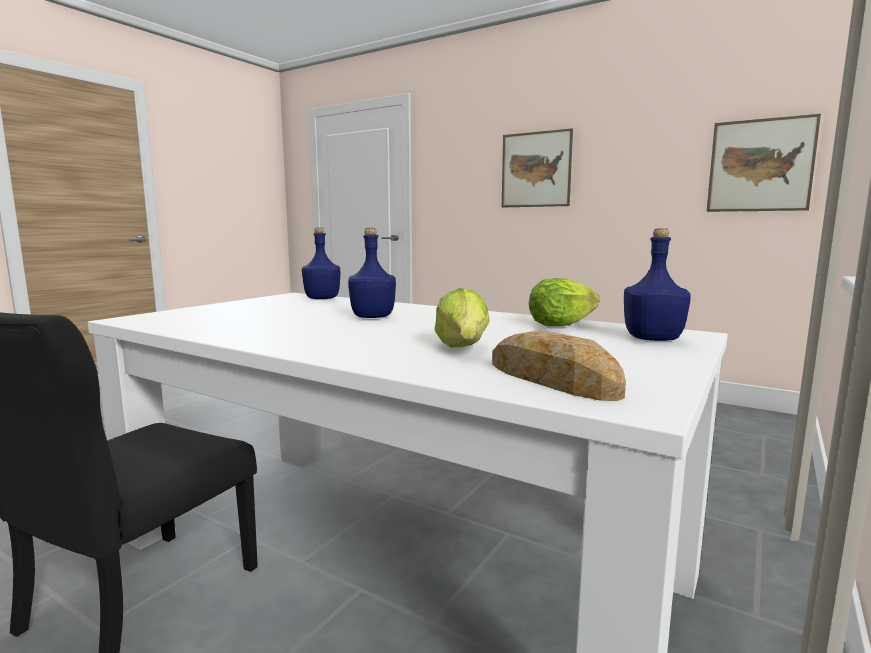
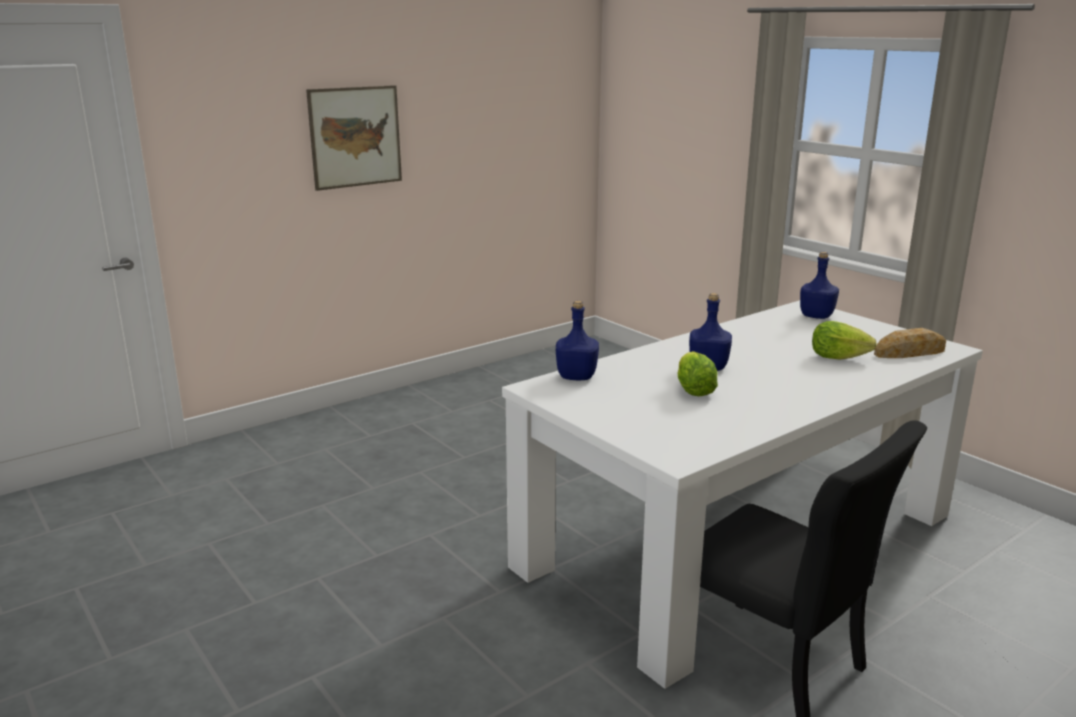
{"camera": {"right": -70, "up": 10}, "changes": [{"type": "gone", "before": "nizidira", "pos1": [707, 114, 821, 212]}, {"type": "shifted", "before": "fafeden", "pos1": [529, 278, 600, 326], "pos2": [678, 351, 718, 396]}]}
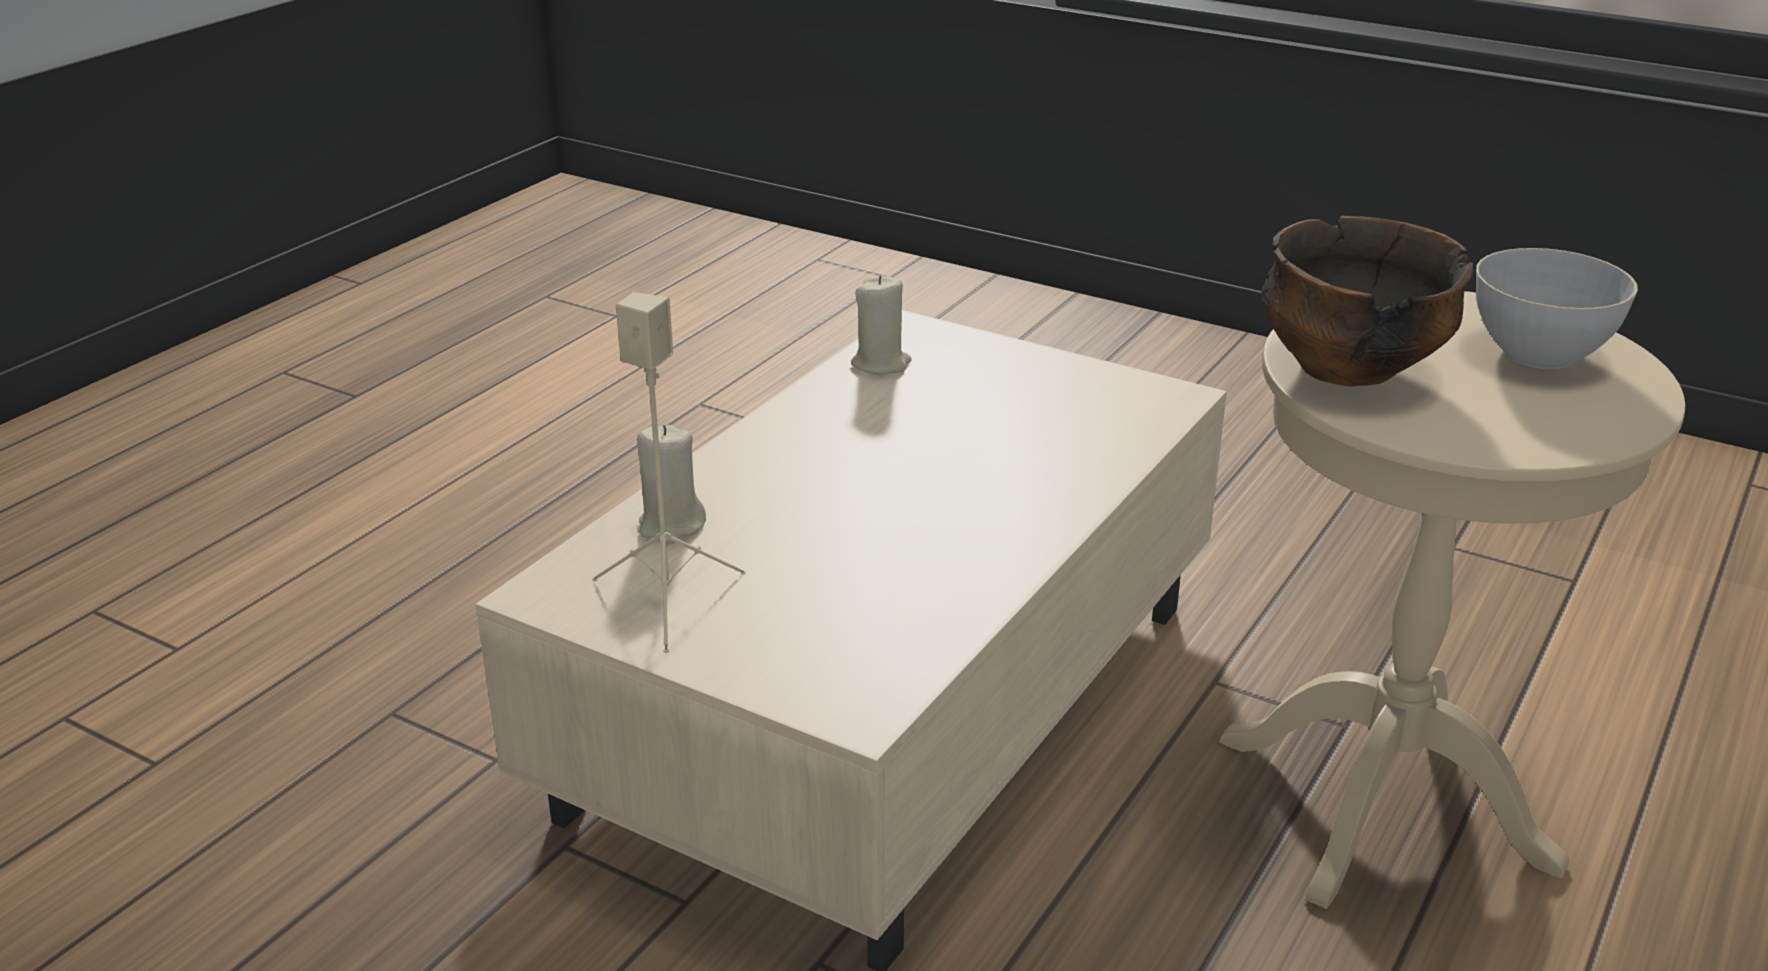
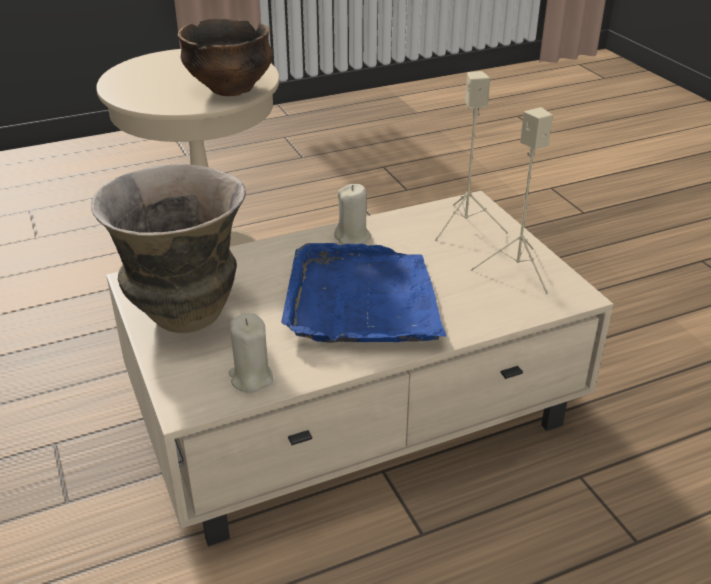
{"camera": {"right": -145, "up": 5}, "changes": [{"type": "gone", "before": "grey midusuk", "pos1": [1476, 248, 1638, 369]}, {"type": "shifted", "before": "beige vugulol", "pos1": [637, 425, 706, 545], "pos2": [334, 184, 371, 245]}, {"type": "new", "after": "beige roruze", "pos2": [435, 71, 508, 241]}, {"type": "new", "after": "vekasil", "pos2": [91, 164, 246, 333]}, {"type": "new", "after": "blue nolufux", "pos2": [281, 243, 446, 343]}]}
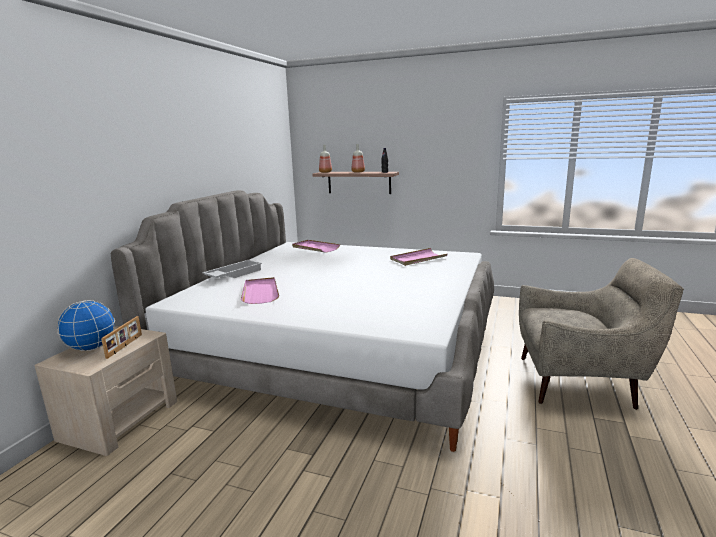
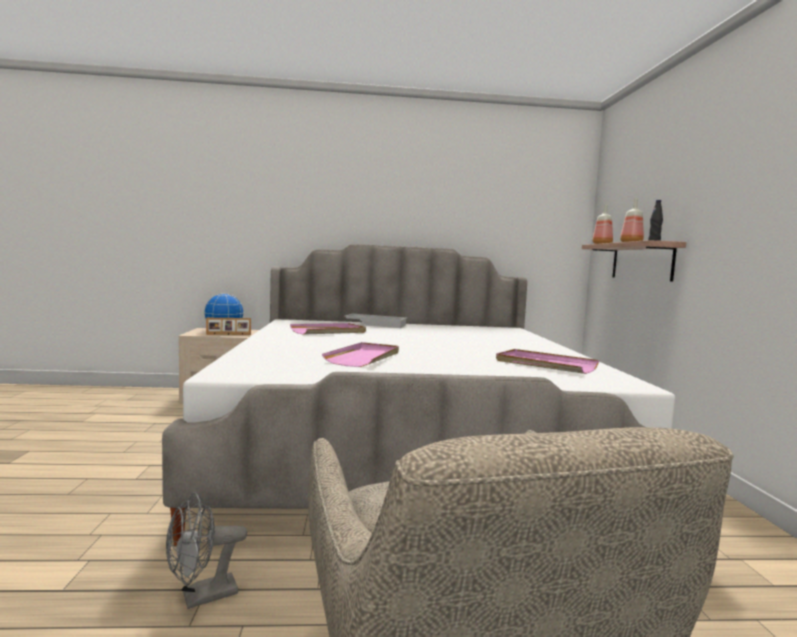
{"camera": {"right": 65, "up": -10}, "changes": [{"type": "shifted", "before": "pink nolufux", "pos1": [292, 240, 340, 253], "pos2": [322, 342, 399, 367]}, {"type": "new", "after": "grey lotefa", "pos2": [166, 493, 247, 609]}]}
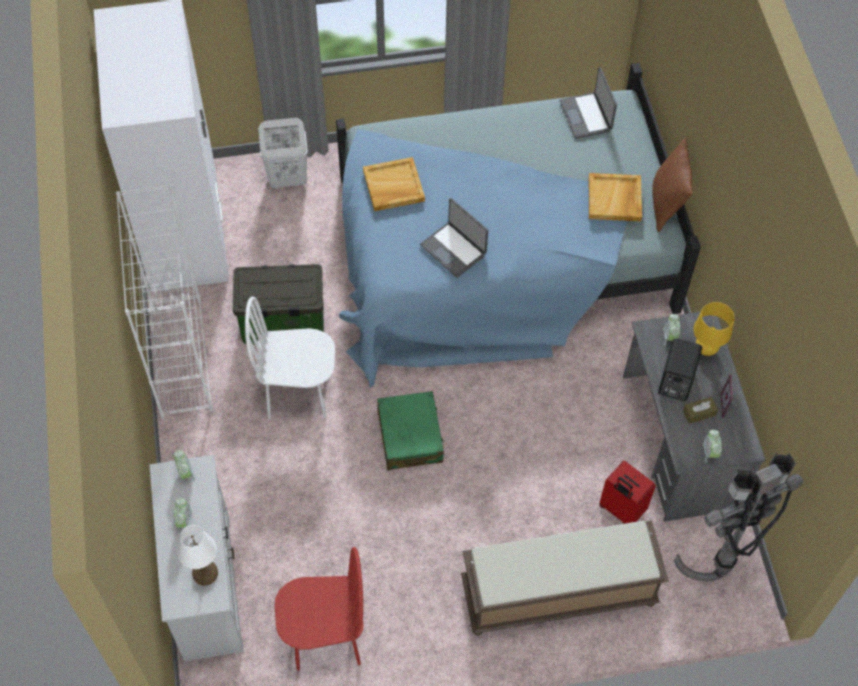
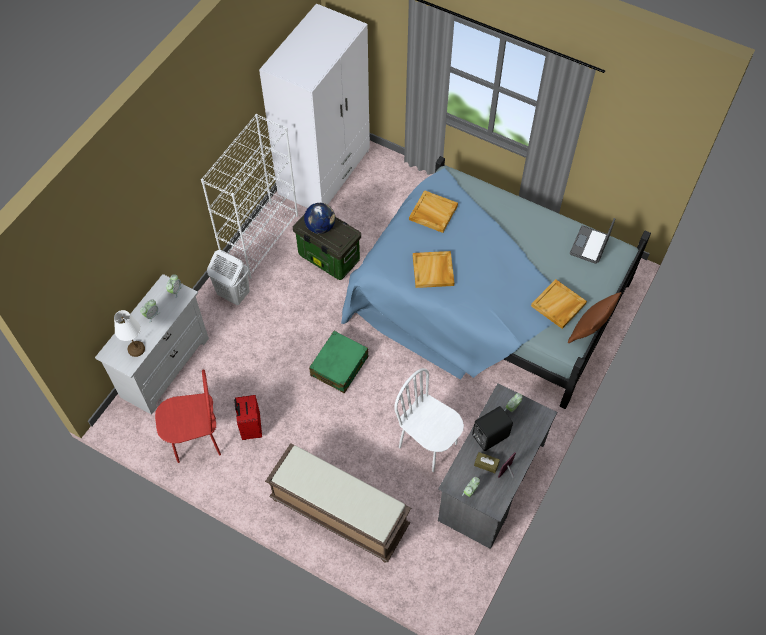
{"camera": {"right": 40, "up": 0}, "changes": [{"type": "shifted", "before": "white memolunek", "pos1": [258, 118, 308, 189], "pos2": [207, 250, 250, 305]}, {"type": "swapped", "before": "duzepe", "after": "beige nolufux", "pos1": [420, 198, 488, 278], "pos2": [413, 251, 454, 288]}, {"type": "shifted", "before": "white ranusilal", "pos1": [245, 297, 335, 419], "pos2": [394, 368, 464, 472]}, {"type": "gone", "before": "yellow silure", "pos1": [693, 302, 734, 356]}, {"type": "gone", "before": "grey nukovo", "pos1": [674, 452, 803, 581]}, {"type": "shifted", "before": "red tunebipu", "pos1": [599, 461, 656, 524], "pos2": [234, 395, 262, 440]}, {"type": "rotated", "before": "red ranusilal", "pos1": [275, 547, 363, 671], "pos2": [155, 369, 221, 463], "turn": -45}, {"type": "new", "after": "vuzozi", "pos2": [304, 203, 335, 234]}]}
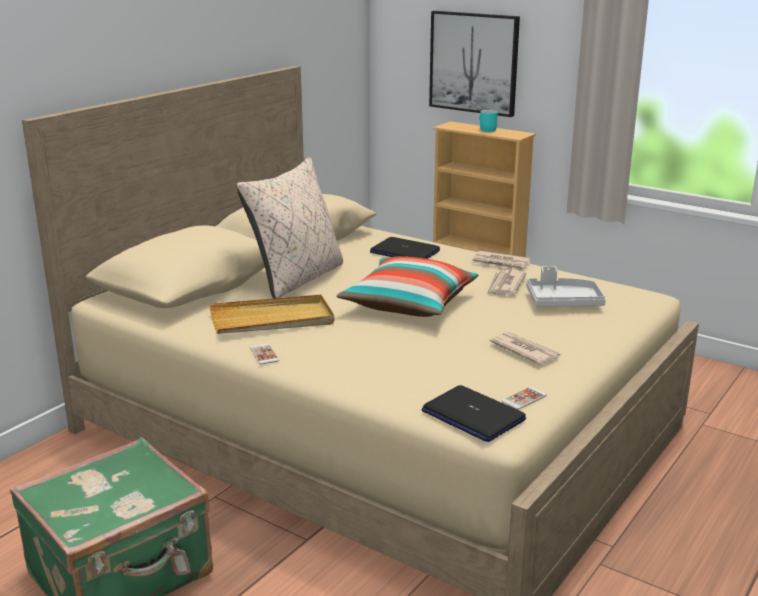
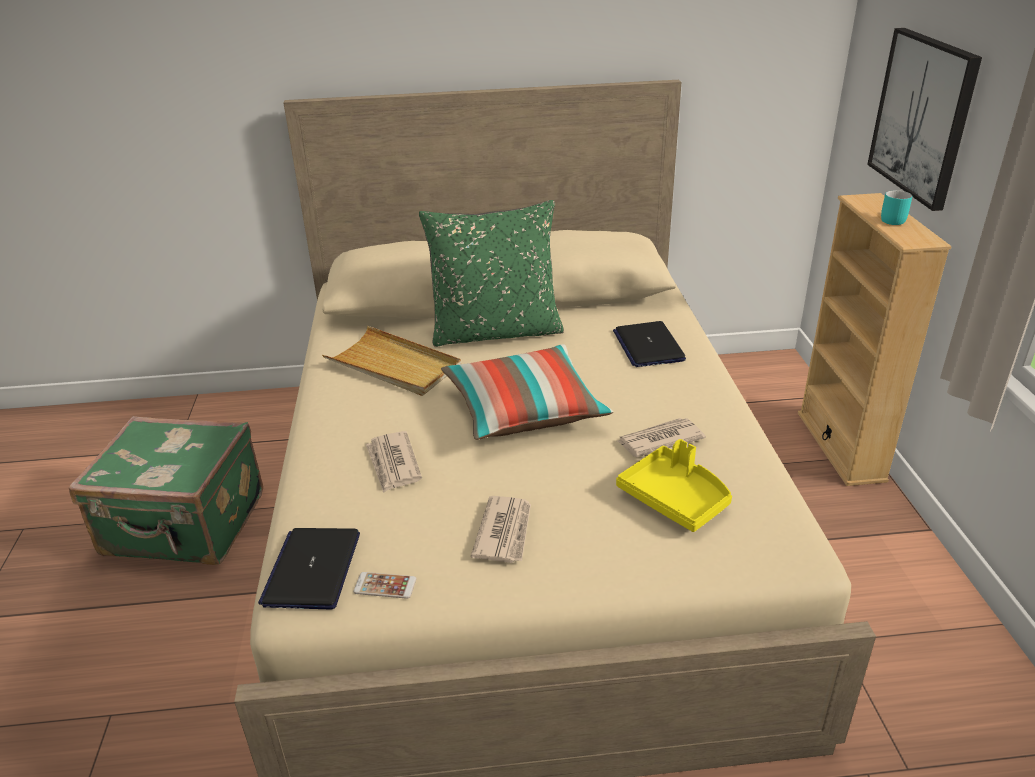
{"camera": {"right": 50, "up": 10}, "changes": [{"type": "repainted", "before": "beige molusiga", "after": "green molusiga", "pos1": [237, 157, 343, 298], "pos2": [419, 200, 564, 347]}, {"type": "shifted", "before": "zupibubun", "pos1": [472, 251, 531, 272], "pos2": [366, 431, 422, 493]}, {"type": "repainted", "before": "grey nolufux", "after": "yellow nolufux", "pos1": [526, 266, 606, 307], "pos2": [616, 439, 732, 532]}, {"type": "gone", "before": "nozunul", "pos1": [250, 343, 279, 364]}]}
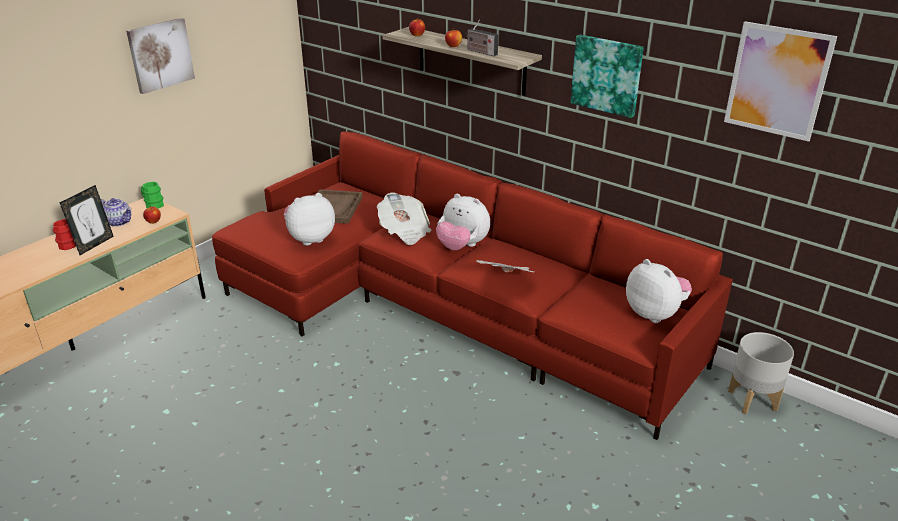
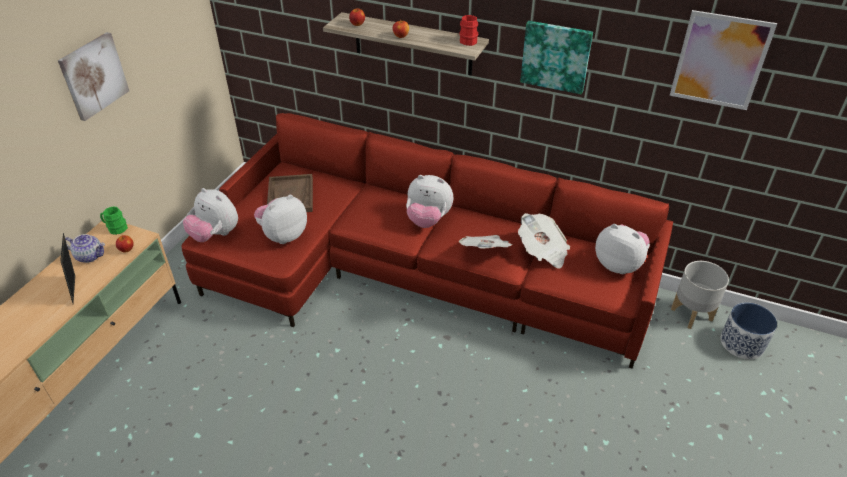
{"camera": {"right": -15, "up": 10}, "changes": [{"type": "gone", "before": "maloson", "pos1": [466, 20, 498, 56]}, {"type": "rotated", "before": "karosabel", "pos1": [59, 185, 114, 255], "pos2": [60, 233, 75, 303], "turn": 150}, {"type": "shifted", "before": "zupibubun", "pos1": [377, 192, 432, 245], "pos2": [518, 213, 570, 269]}, {"type": "shifted", "before": "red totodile", "pos1": [53, 219, 76, 250], "pos2": [459, 15, 478, 46]}, {"type": "new", "after": "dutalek", "pos2": [183, 188, 238, 242]}, {"type": "new", "after": "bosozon", "pos2": [720, 302, 777, 359]}]}
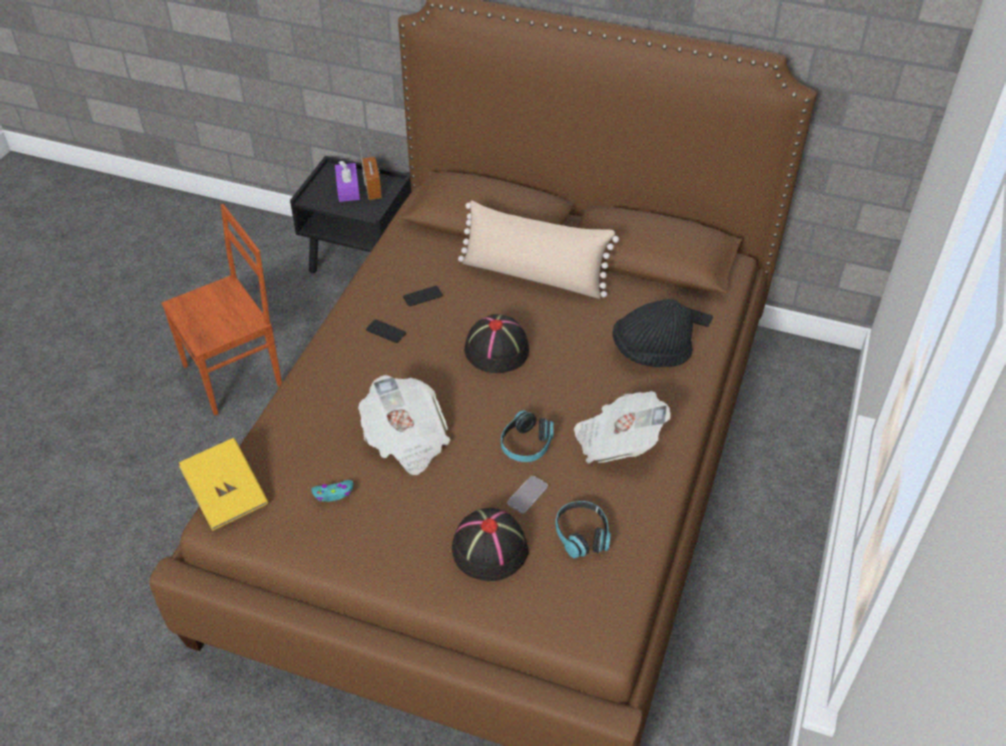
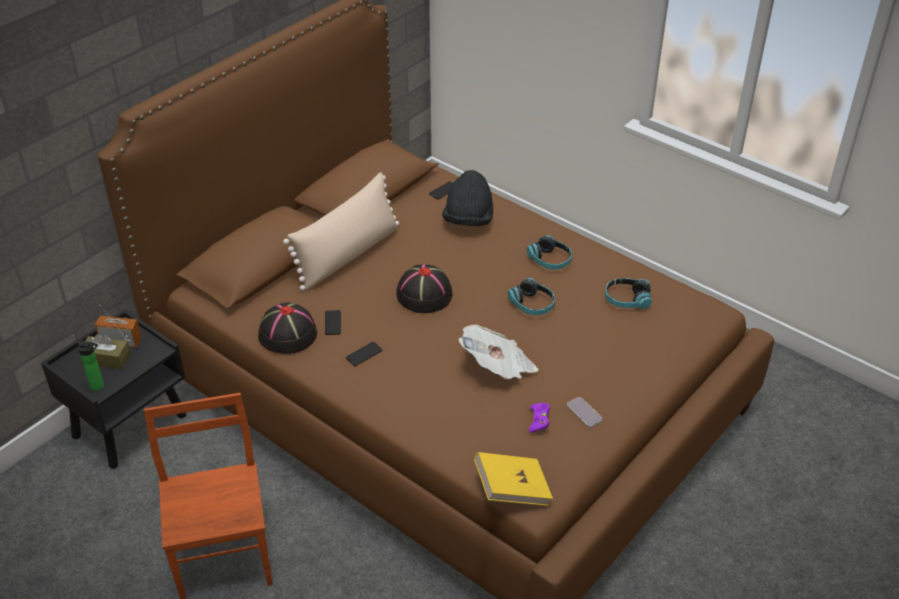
{"camera": {"right": -70, "up": -5}, "changes": [{"type": "repainted", "before": "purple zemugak", "after": "brown zemugak", "pos1": [335, 161, 360, 202], "pos2": [79, 334, 131, 370]}, {"type": "swapped", "before": "zupibubun", "after": "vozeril", "pos1": [574, 391, 671, 463], "pos2": [527, 235, 572, 269]}, {"type": "shifted", "before": "nozunul", "pos1": [507, 476, 548, 514], "pos2": [567, 397, 603, 427]}, {"type": "repainted", "before": "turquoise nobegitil", "after": "purple nobegitil", "pos1": [311, 480, 353, 502], "pos2": [529, 403, 550, 433]}, {"type": "shifted", "before": "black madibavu", "pos1": [452, 507, 529, 581], "pos2": [258, 302, 317, 354]}, {"type": "new", "after": "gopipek", "pos2": [77, 340, 104, 391]}]}
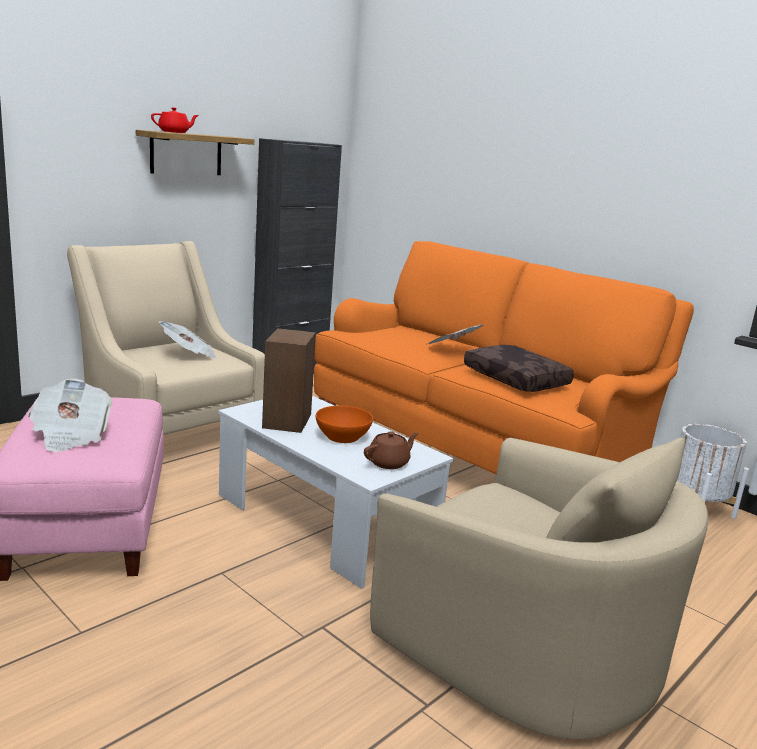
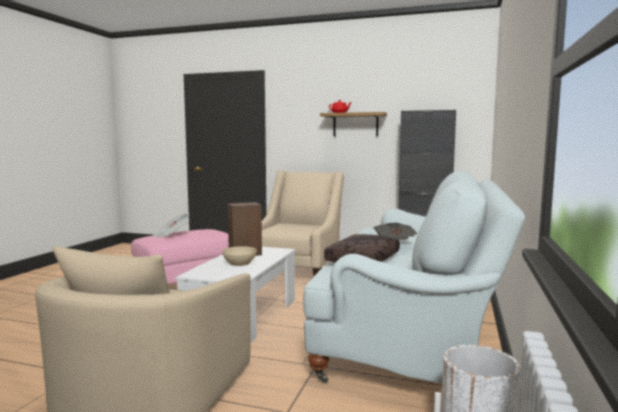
{"camera": {"right": 65, "up": -10}, "changes": [{"type": "repainted", "before": "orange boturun", "after": "white boturun", "pos1": [314, 241, 694, 475], "pos2": [303, 171, 525, 383]}, {"type": "gone", "before": "zupibubun", "pos1": [159, 321, 217, 359]}, {"type": "repainted", "before": "orange midusuk", "after": "beige midusuk", "pos1": [316, 406, 373, 443], "pos2": [222, 246, 257, 266]}, {"type": "gone", "before": "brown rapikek", "pos1": [364, 431, 418, 469]}]}
